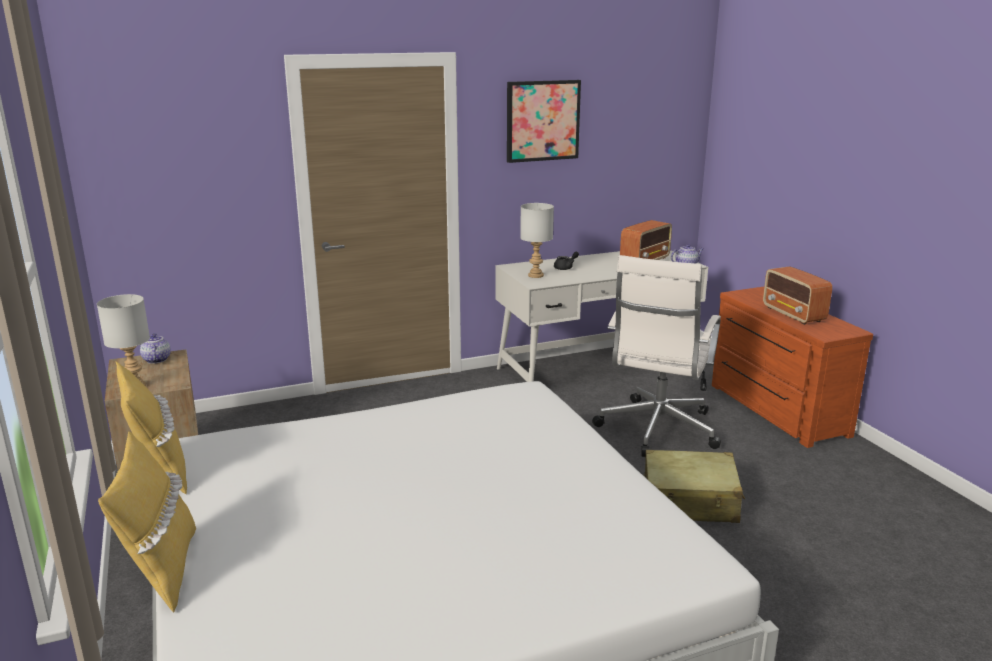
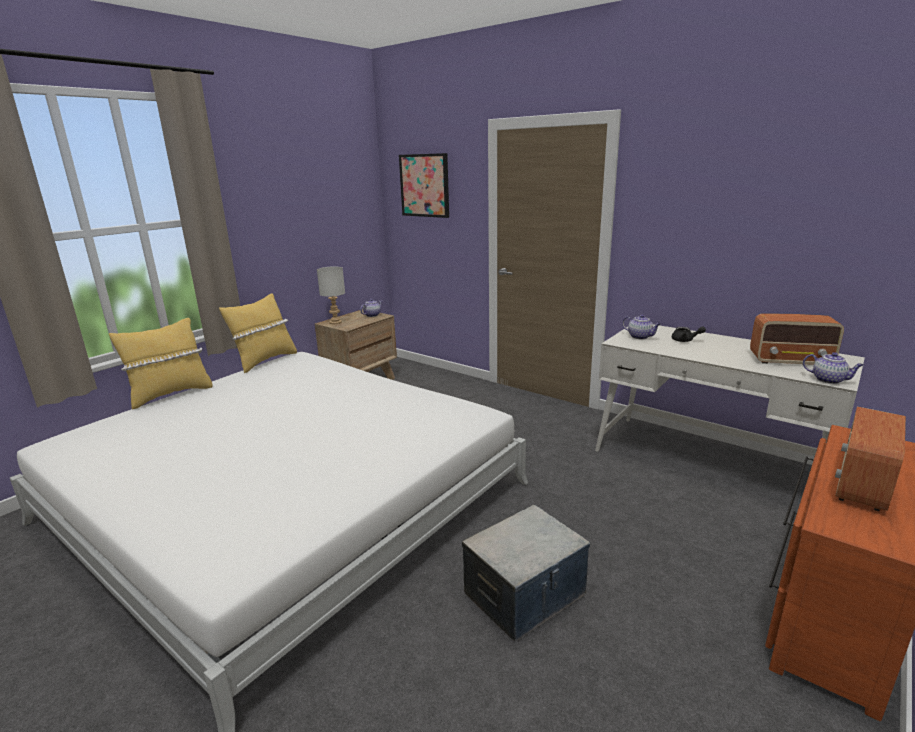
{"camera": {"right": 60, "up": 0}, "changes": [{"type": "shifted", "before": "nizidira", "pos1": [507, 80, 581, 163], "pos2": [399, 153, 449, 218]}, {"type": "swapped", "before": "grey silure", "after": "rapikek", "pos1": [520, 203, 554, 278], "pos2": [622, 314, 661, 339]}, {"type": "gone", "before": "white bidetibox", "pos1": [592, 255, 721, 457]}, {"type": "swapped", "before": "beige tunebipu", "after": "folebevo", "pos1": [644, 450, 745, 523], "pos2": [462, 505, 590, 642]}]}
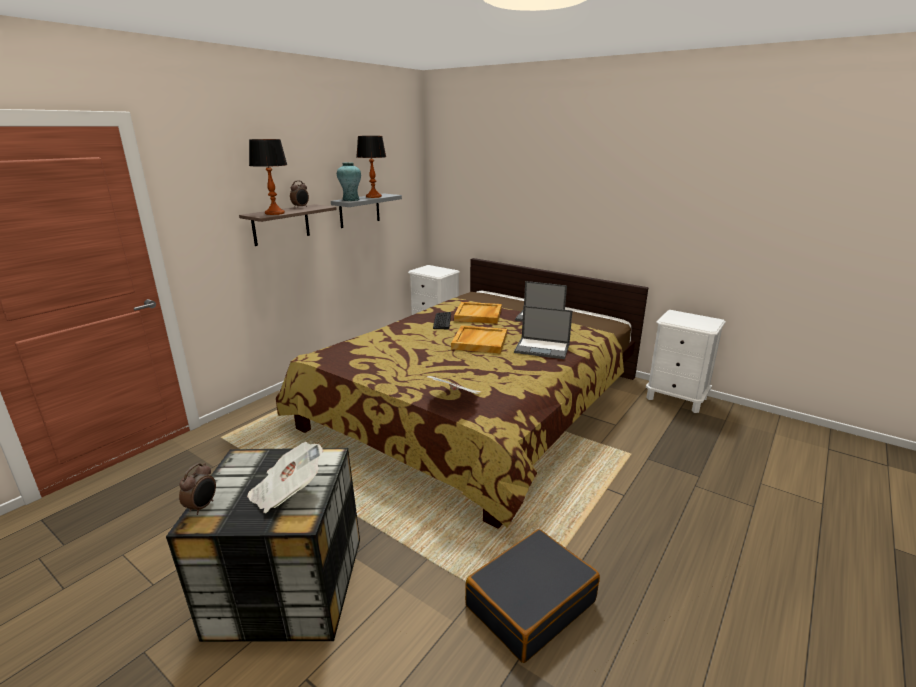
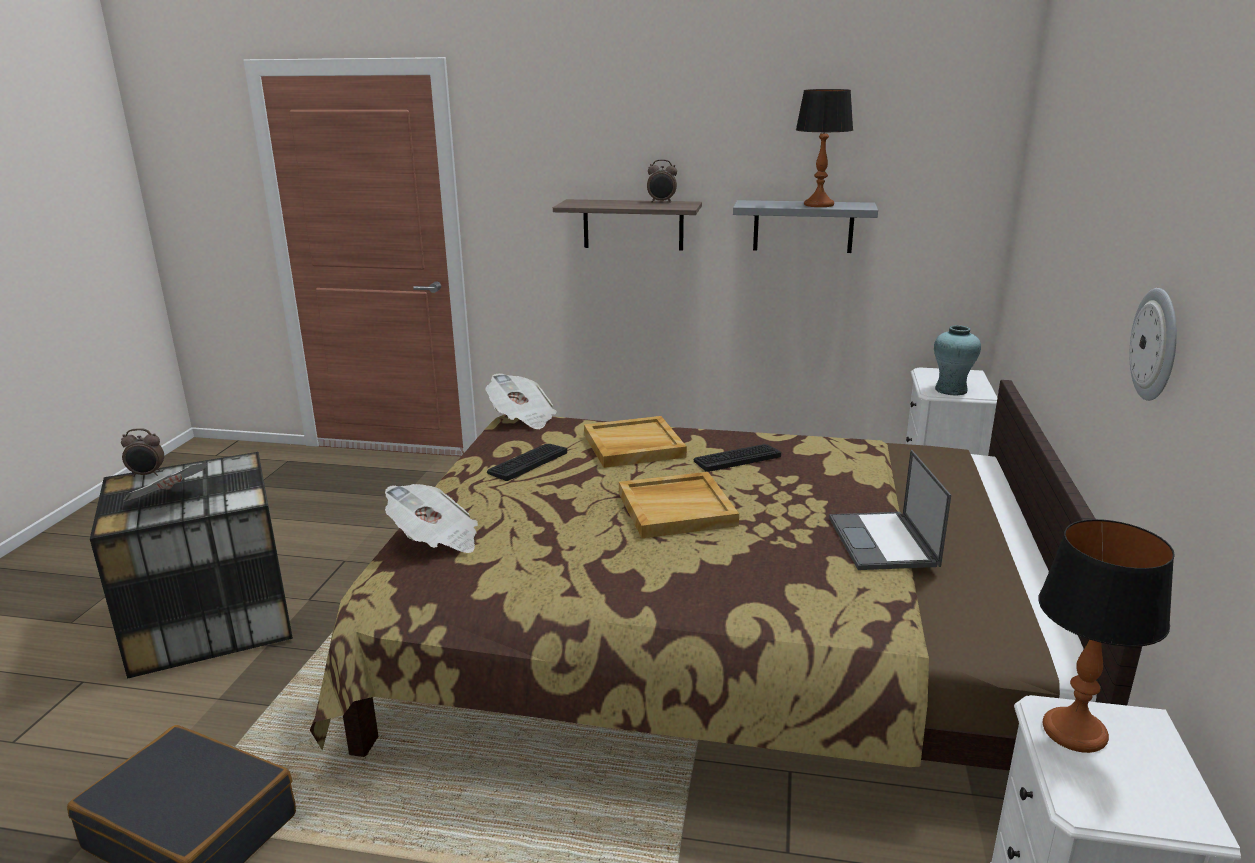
{"camera": {"right": 65, "up": 0}, "changes": [{"type": "shifted", "before": "silure", "pos1": [249, 139, 287, 215], "pos2": [1038, 519, 1175, 753]}, {"type": "shifted", "before": "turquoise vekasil", "pos1": [337, 162, 361, 201], "pos2": [934, 325, 981, 395]}, {"type": "shifted", "before": "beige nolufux", "pos1": [454, 302, 502, 324], "pos2": [584, 416, 687, 468]}, {"type": "gone", "before": "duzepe", "pos1": [514, 306, 573, 359]}, {"type": "new", "after": "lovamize", "pos2": [1130, 288, 1177, 401]}, {"type": "new", "after": "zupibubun", "pos2": [485, 373, 557, 429]}, {"type": "new", "after": "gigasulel", "pos2": [487, 444, 567, 481]}]}
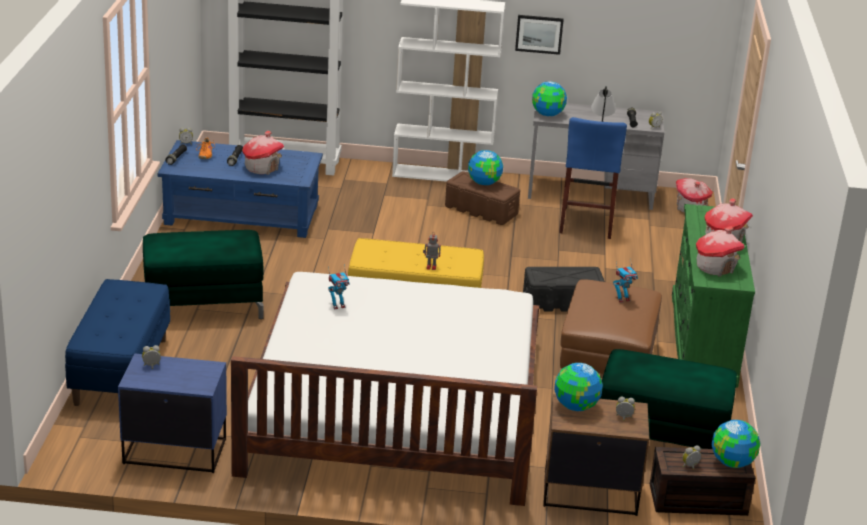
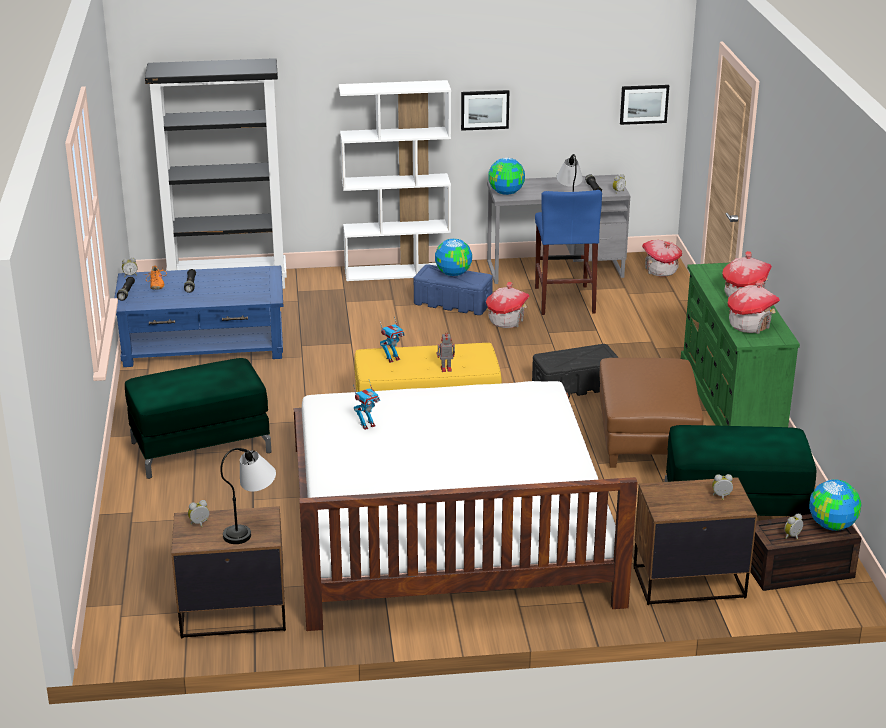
{"camera": {"right": -10, "up": 0}, "changes": [{"type": "shifted", "before": "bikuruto", "pos1": [242, 131, 284, 175], "pos2": [486, 282, 529, 328]}, {"type": "repainted", "before": "brown folebevo", "after": "blue folebevo", "pos1": [445, 171, 520, 225], "pos2": [414, 264, 493, 315]}, {"type": "shifted", "before": "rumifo", "pos1": [613, 259, 638, 303], "pos2": [380, 316, 405, 363]}, {"type": "gone", "before": "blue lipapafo", "pos1": [65, 279, 170, 406]}, {"type": "repainted", "before": "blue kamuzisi", "after": "brown kamuzisi", "pos1": [118, 353, 227, 473], "pos2": [171, 506, 286, 639]}, {"type": "gone", "before": "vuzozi", "pos1": [554, 363, 603, 411]}, {"type": "new", "after": "nizidira", "pos2": [620, 85, 669, 125]}, {"type": "new", "after": "silure", "pos2": [220, 448, 276, 544]}]}
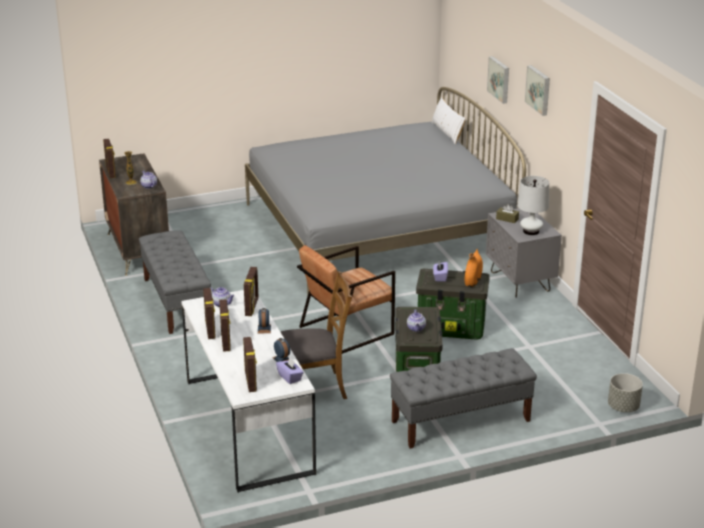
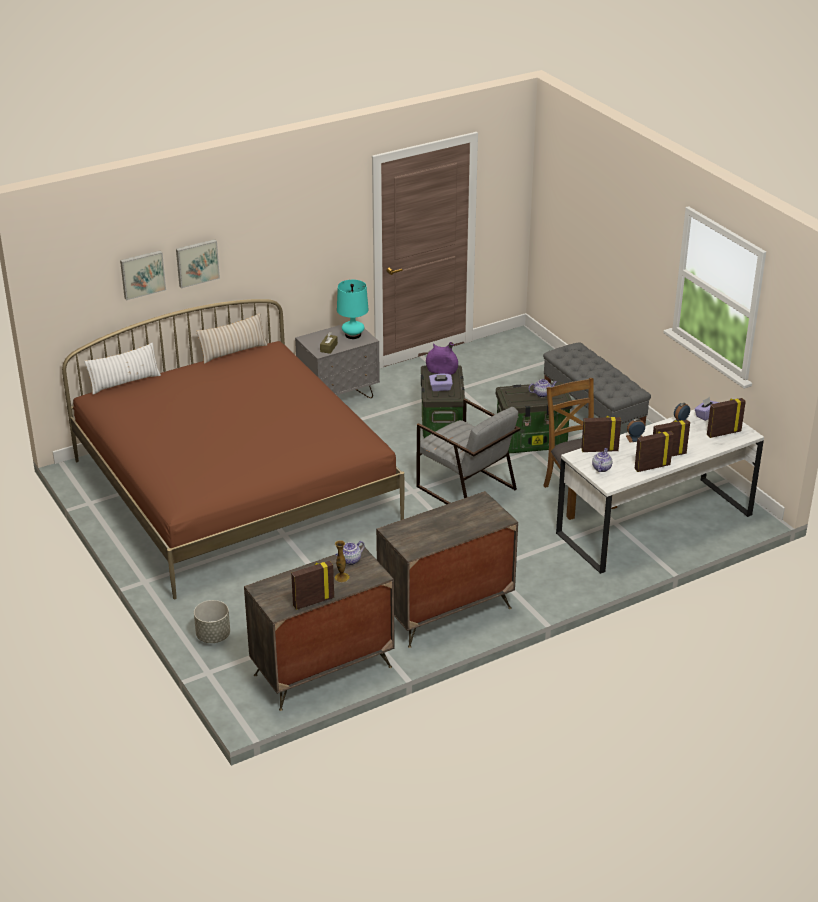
{"camera": {"right": -100, "up": 5}, "changes": [{"type": "shifted", "before": "nizidira", "pos1": [525, 65, 550, 116], "pos2": [120, 250, 166, 300]}, {"type": "repainted", "before": "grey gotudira", "after": "brown gotudira", "pos1": [245, 87, 526, 296], "pos2": [62, 299, 404, 599]}, {"type": "repainted", "before": "white silure", "after": "turquoise silure", "pos1": [517, 176, 549, 235], "pos2": [337, 280, 369, 339]}, {"type": "swapped", "before": "grey lipapafo", "after": "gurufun", "pos1": [139, 230, 211, 334], "pos2": [376, 491, 518, 648]}, {"type": "repainted", "before": "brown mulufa", "after": "grey mulufa", "pos1": [297, 245, 395, 354], "pos2": [416, 399, 520, 504]}, {"type": "repainted", "before": "orange vekasil", "after": "purple vekasil", "pos1": [465, 249, 483, 287], "pos2": [426, 342, 458, 375]}, {"type": "shifted", "before": "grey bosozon", "pos1": [608, 373, 643, 412], "pos2": [194, 600, 230, 643]}, {"type": "new", "after": "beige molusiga", "pos2": [196, 313, 267, 364]}]}
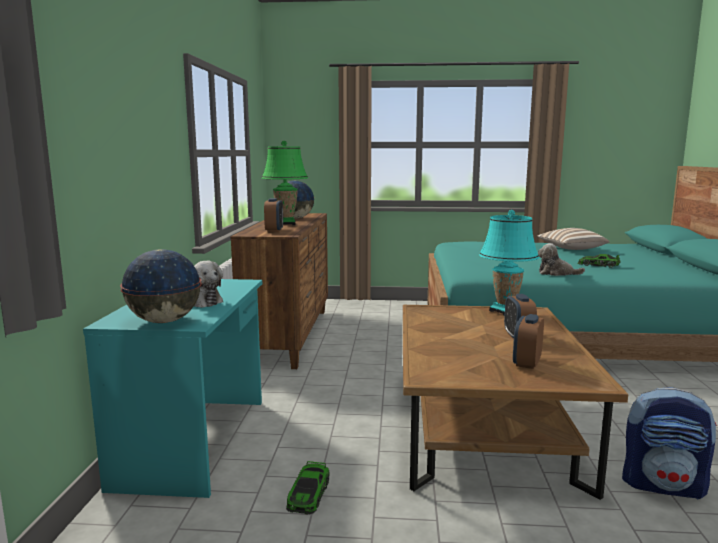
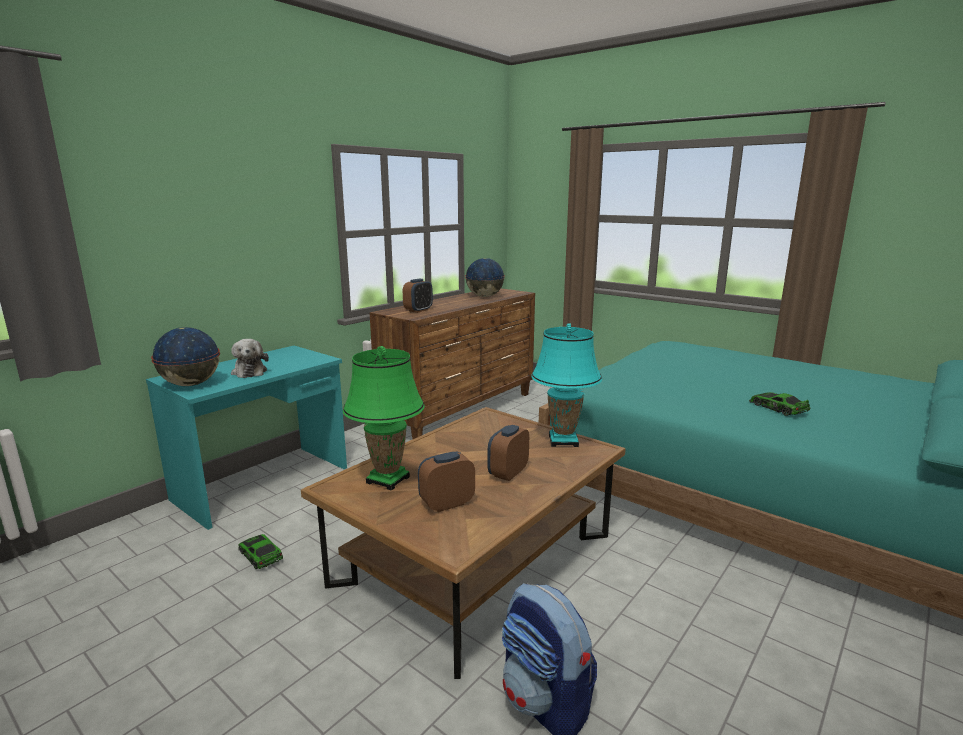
{"camera": {"right": 35, "up": 5}, "changes": [{"type": "shifted", "before": "green silure", "pos1": [262, 141, 308, 226], "pos2": [343, 346, 425, 491]}, {"type": "gone", "before": "molusiga", "pos1": [537, 228, 610, 250]}, {"type": "gone", "before": "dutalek", "pos1": [538, 243, 585, 276]}, {"type": "rotated", "before": "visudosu", "pos1": [286, 461, 329, 515], "pos2": [238, 534, 283, 569], "turn": 90}]}
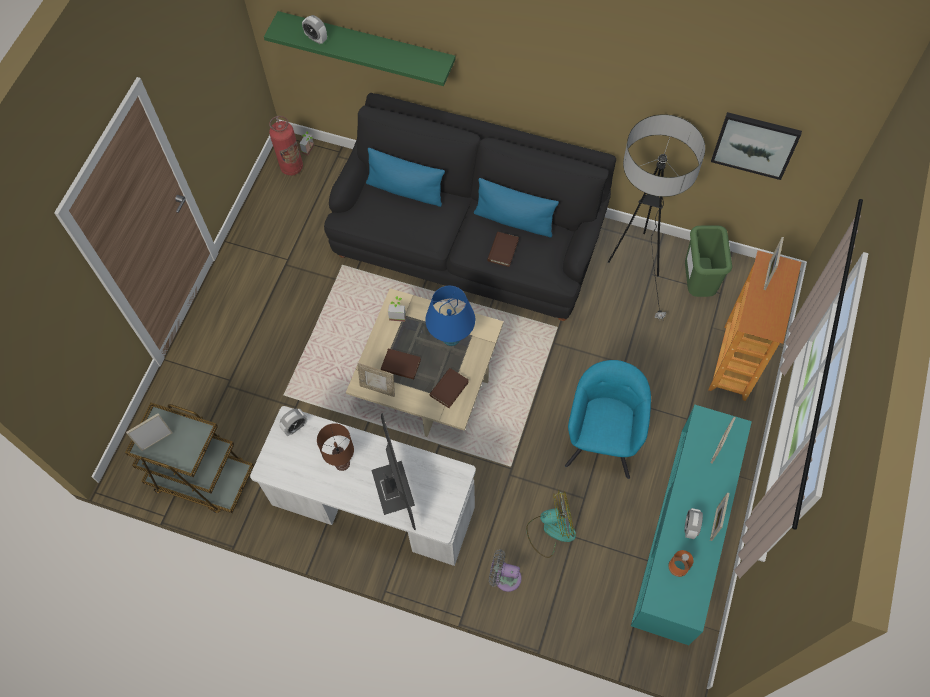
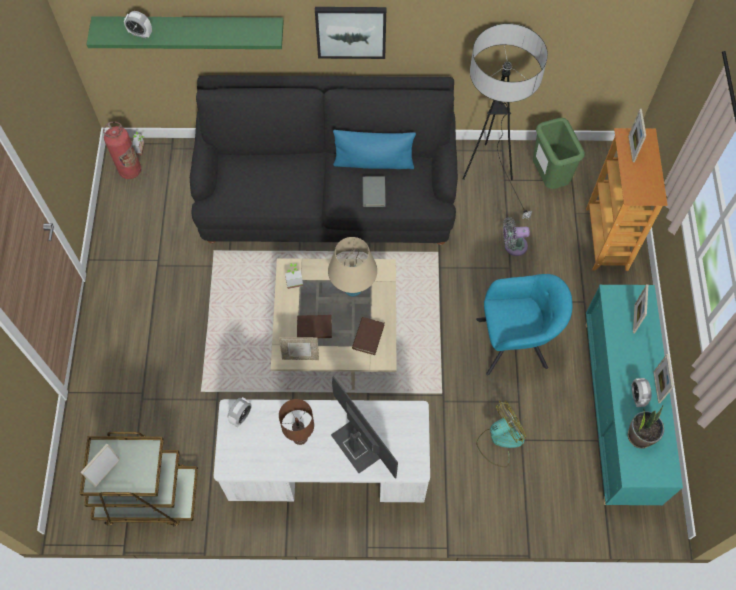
{"camera": {"right": -20, "up": 0}, "changes": [{"type": "shifted", "before": "nizidira", "pos1": [711, 112, 802, 180], "pos2": [315, 7, 386, 59]}, {"type": "gone", "before": "blue molusiga", "pos1": [366, 148, 445, 207]}, {"type": "repainted", "before": "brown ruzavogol", "after": "grey ruzavogol", "pos1": [487, 232, 519, 267], "pos2": [362, 176, 386, 207]}, {"type": "repainted", "before": "blue silure", "after": "beige silure", "pos1": [425, 286, 475, 346], "pos2": [328, 237, 377, 297]}, {"type": "rotated", "before": "turquoise mulufa", "pos1": [565, 360, 651, 479], "pos2": [476, 274, 572, 375], "turn": 90}, {"type": "shifted", "before": "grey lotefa", "pos1": [489, 549, 522, 592], "pos2": [503, 217, 530, 256]}, {"type": "swapped", "before": "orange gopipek", "after": "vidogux", "pos1": [668, 550, 693, 577], "pos2": [628, 406, 664, 449]}]}
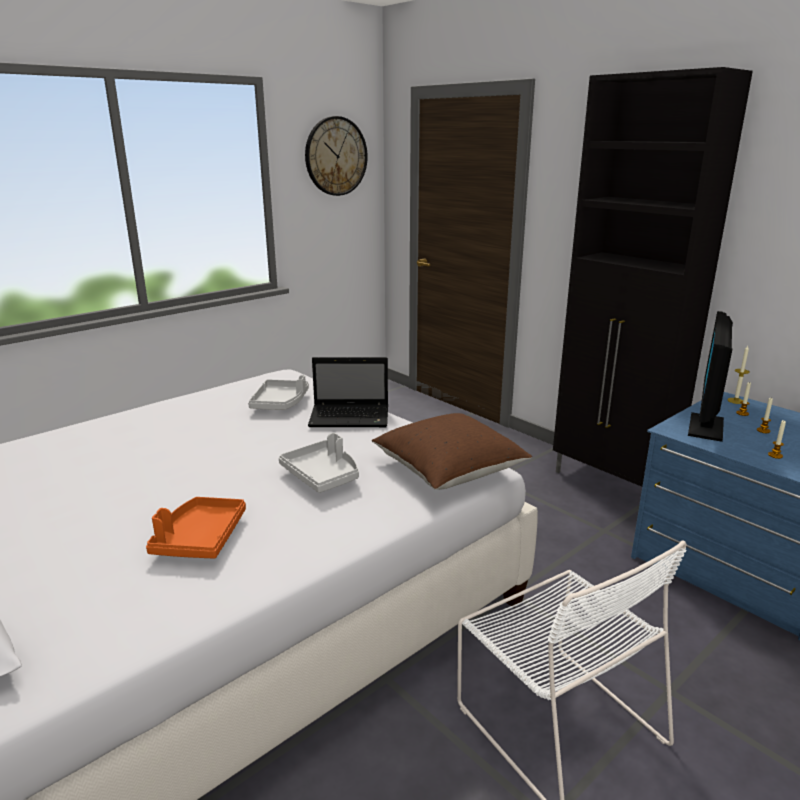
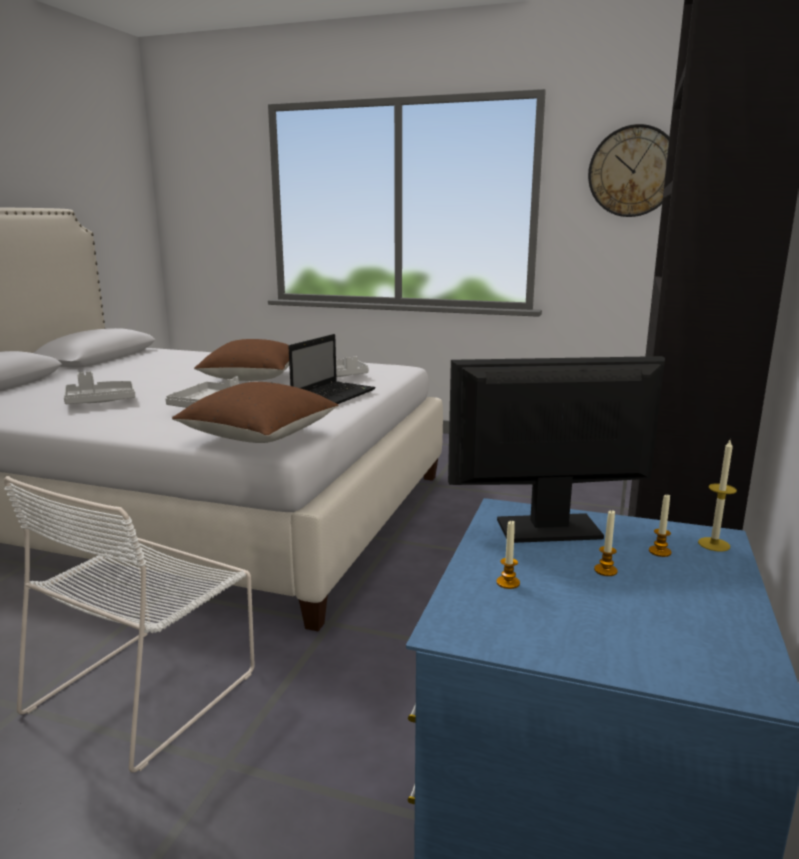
{"camera": {"right": 60, "up": -5}, "changes": [{"type": "rotated", "before": "duzepe", "pos1": [308, 357, 388, 427], "pos2": [288, 334, 376, 404], "turn": -120}, {"type": "repainted", "before": "orange nolufux", "after": "grey nolufux", "pos1": [146, 497, 246, 559], "pos2": [64, 371, 135, 404]}, {"type": "new", "after": "brown molusiga", "pos2": [194, 339, 289, 381]}]}
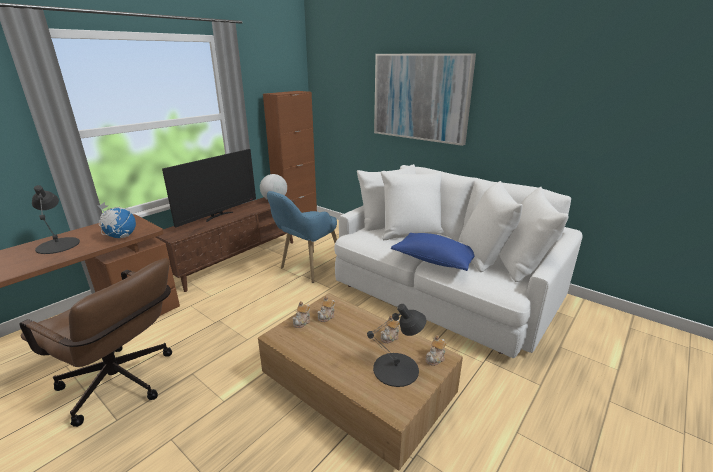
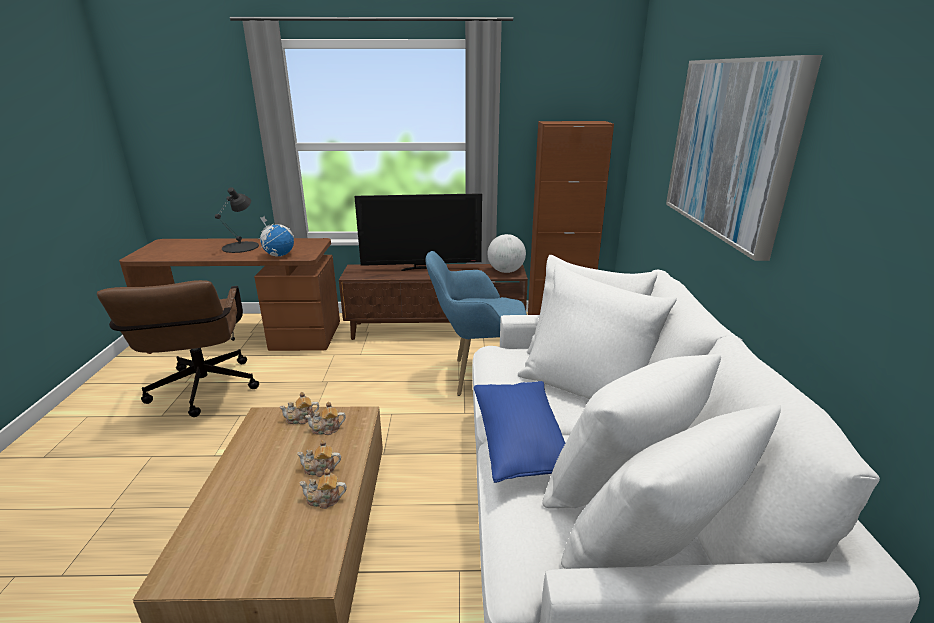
{"camera": {"right": 50, "up": 0}, "changes": [{"type": "gone", "before": "black silure", "pos1": [367, 304, 426, 387]}, {"type": "shifted", "before": "rapikek", "pos1": [426, 335, 446, 366], "pos2": [297, 440, 341, 477]}]}
